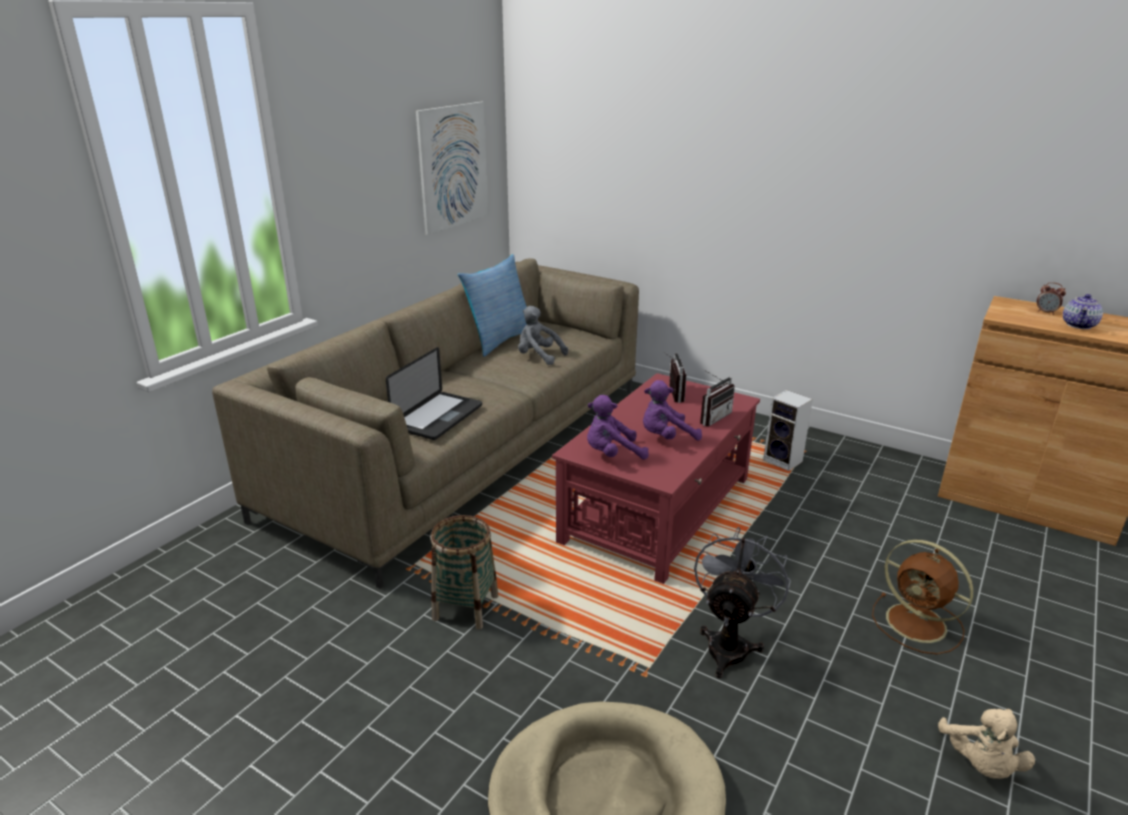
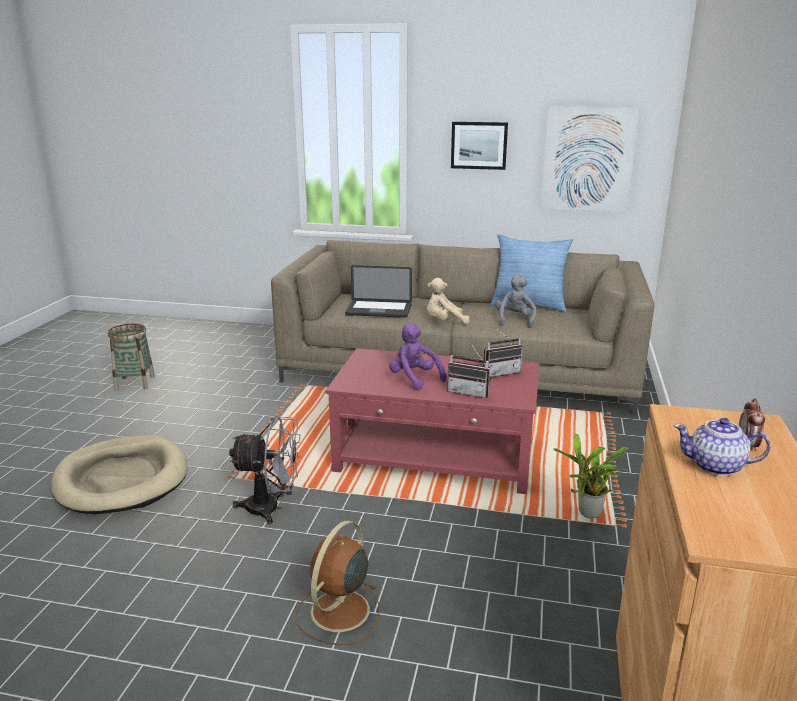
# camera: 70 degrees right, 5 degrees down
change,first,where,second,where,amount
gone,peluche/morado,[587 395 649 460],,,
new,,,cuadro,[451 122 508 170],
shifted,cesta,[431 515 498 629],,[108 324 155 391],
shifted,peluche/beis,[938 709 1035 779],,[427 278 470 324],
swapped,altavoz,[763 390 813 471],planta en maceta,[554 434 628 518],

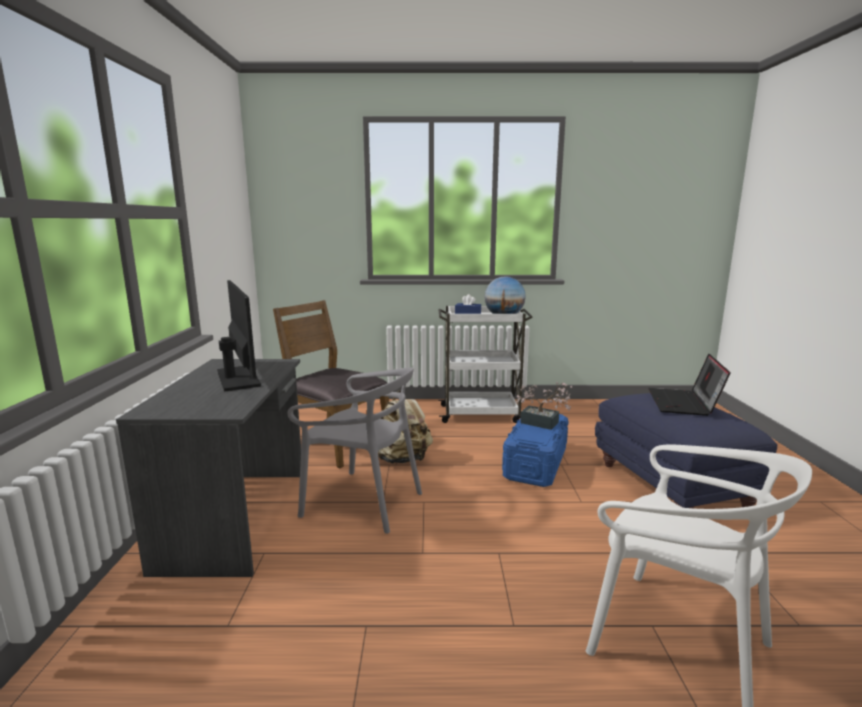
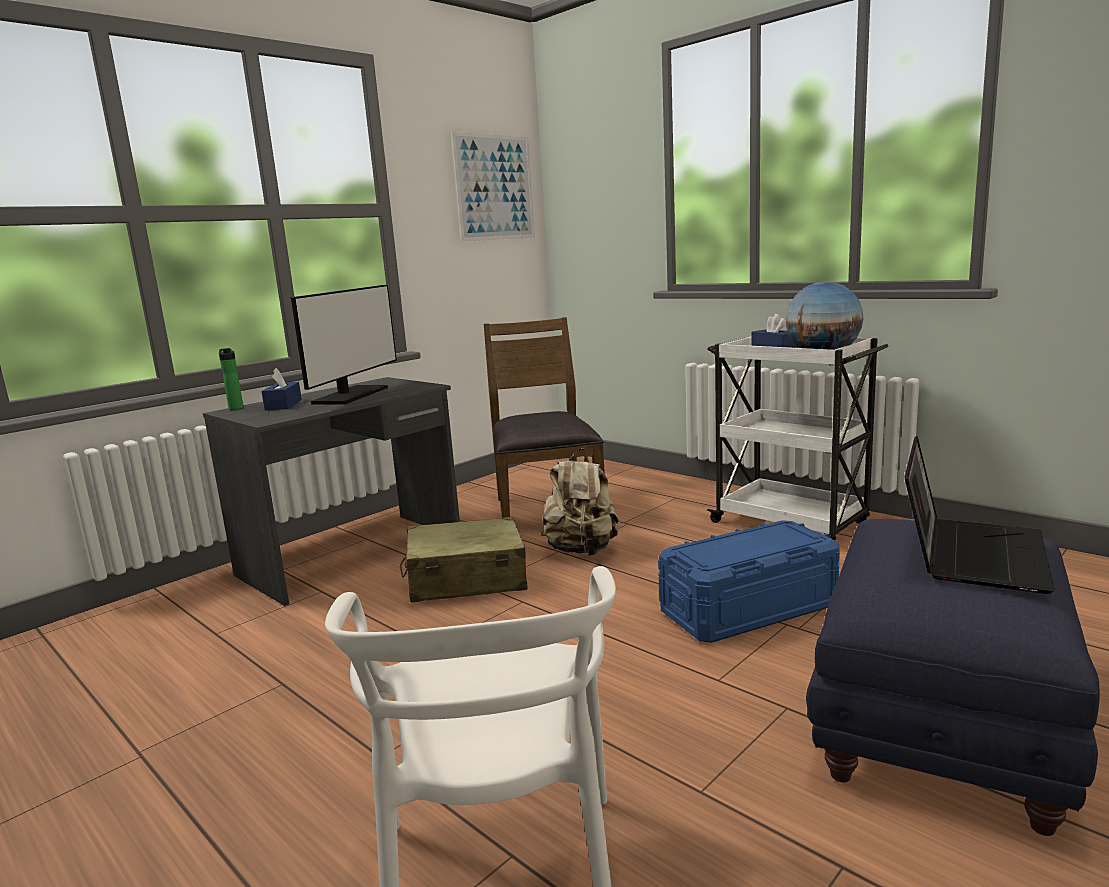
# camera: 45 degrees right, 0 degrees up
change,first,where,second,where,amount
gone,planta en maceta,[515 382 572 430],,,
new,,,botella,[219 348 244 410],
new,,,caja de pañuelos/azul,[262 368 302 410],
new,,,cuadro,[451 132 535 241],
swapped,silla/gris,[287 367 422 534],maleta/beis,[400 517 528 602],
rotated,portátil,[648 354 731 416],,[905 436 1055 594],150 degrees clockwise

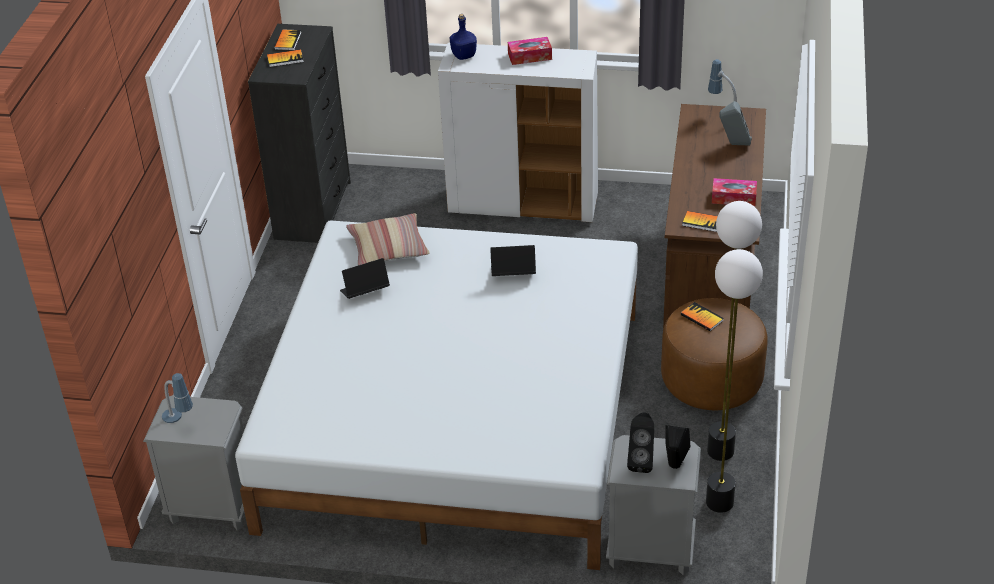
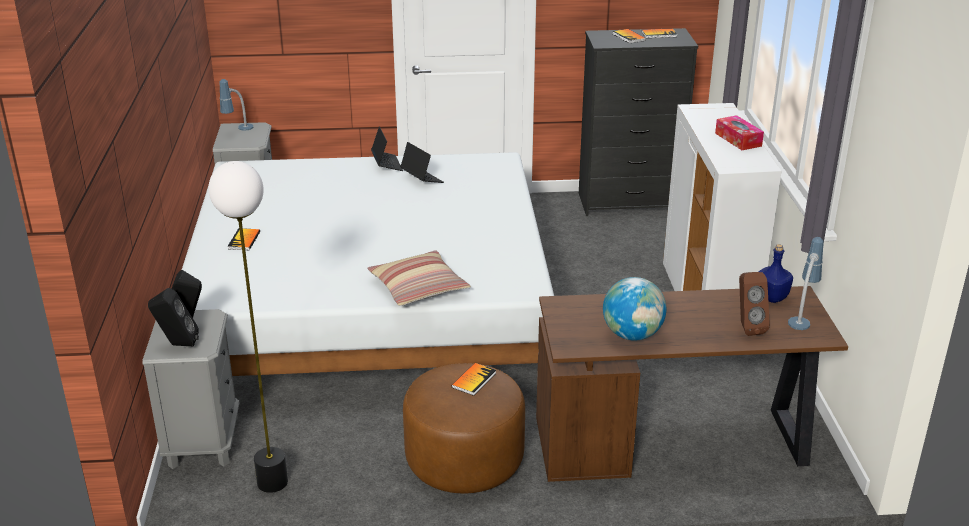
# camera: 75 degrees right, 10 degrees down
change,first,where,second,where,amount
gone,lámpara de pie,[707 201 762 461],,,
shifted,cojín,[346 213 429 265],,[367 250 471 306],
shifted,botella/azul,[450 14 477 60],,[758 244 793 303],
shifted,portátil,[490 245 536 276],,[371 127 403 171],
shifted,libro,[682 211 718 232],,[227 228 260 250],
swapped,caja de pañuelos,[712 178 757 206],globo terráqueo,[603 277 666 340],
repainted,altavoz/gris,[719 101 752 145],altavoz/marrón,[739 272 770 336],

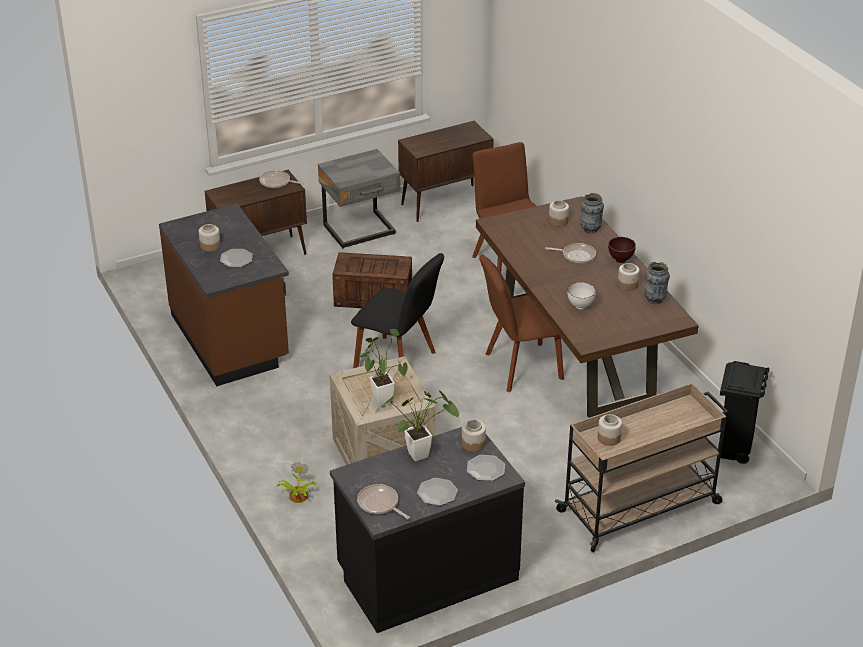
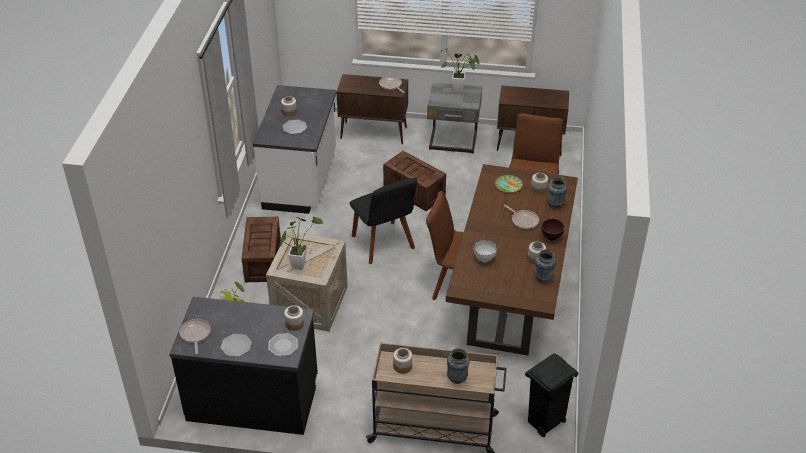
# camera: 35 degrees right, 5 degrees up
change,first,where,second,where,amount
new,,,caja de embalaje,[242 217 281 282],
new,,,florero,[447 348 470 384],
new,,,plato,[495 175 523 193],
shifted,planta en maceta,[382 391 459 462],,[441 49 480 92],
repainted,mueble bajo de cocina/marrón,[159 204 289 386],mueble bajo de cocina/blanco,[253 85 337 214],

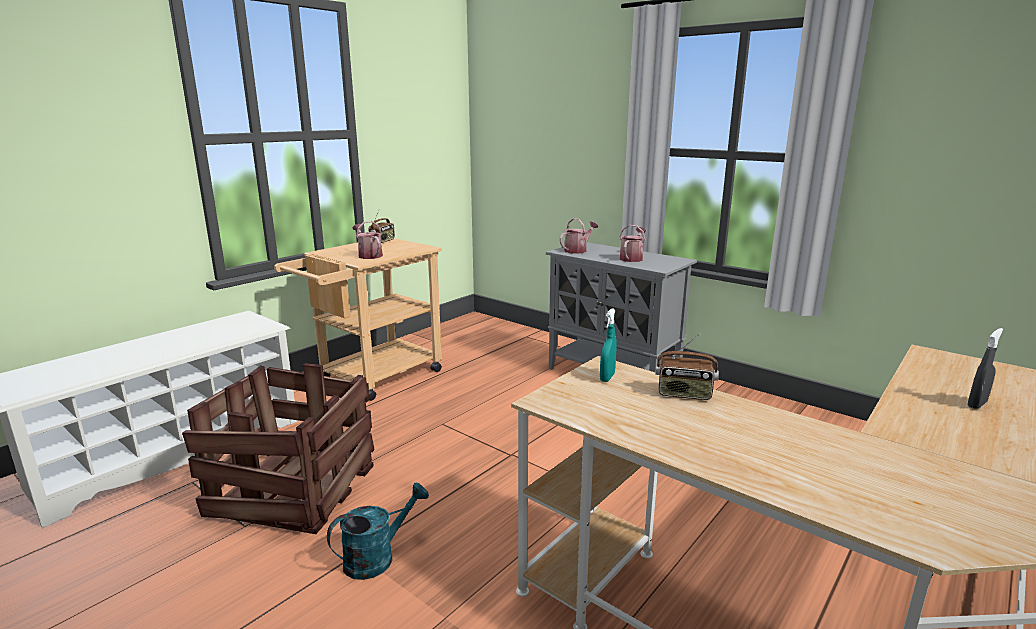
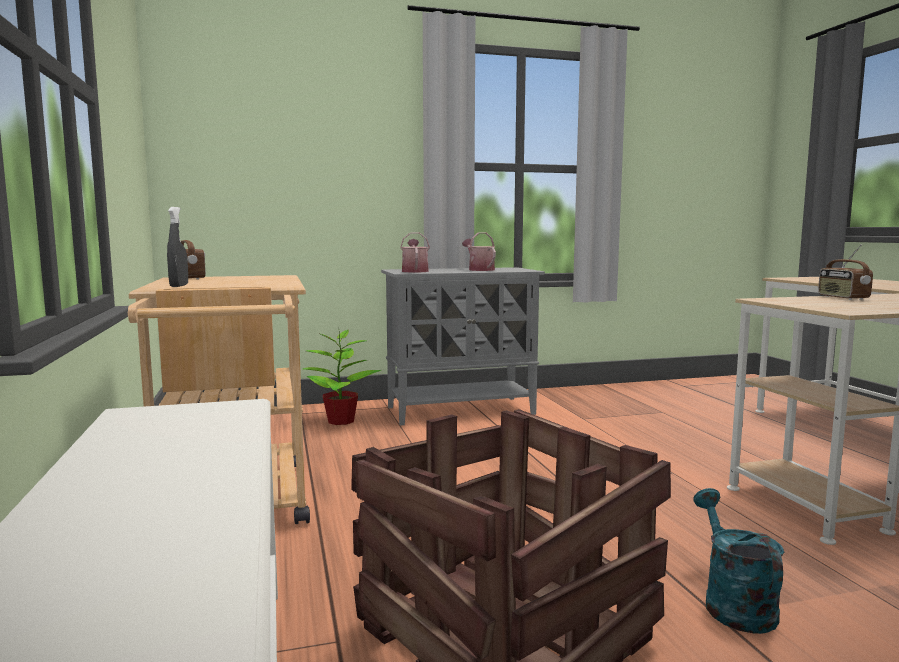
# camera: 55 degrees left, 10 degrees down
change,first,where,second,where,amount
gone,regadera,[352 221 383 259],,,
gone,pulverizador/turquesa,[600 308 616 382],,,
new,,,planta en maceta,[303 330 381 425],
shifted,pulverizador/gris,[968 328 1003 409],,[167 207 188 287],
rotated,radio,[655 334 719 400],,[818 245 873 300],120 degrees clockwise

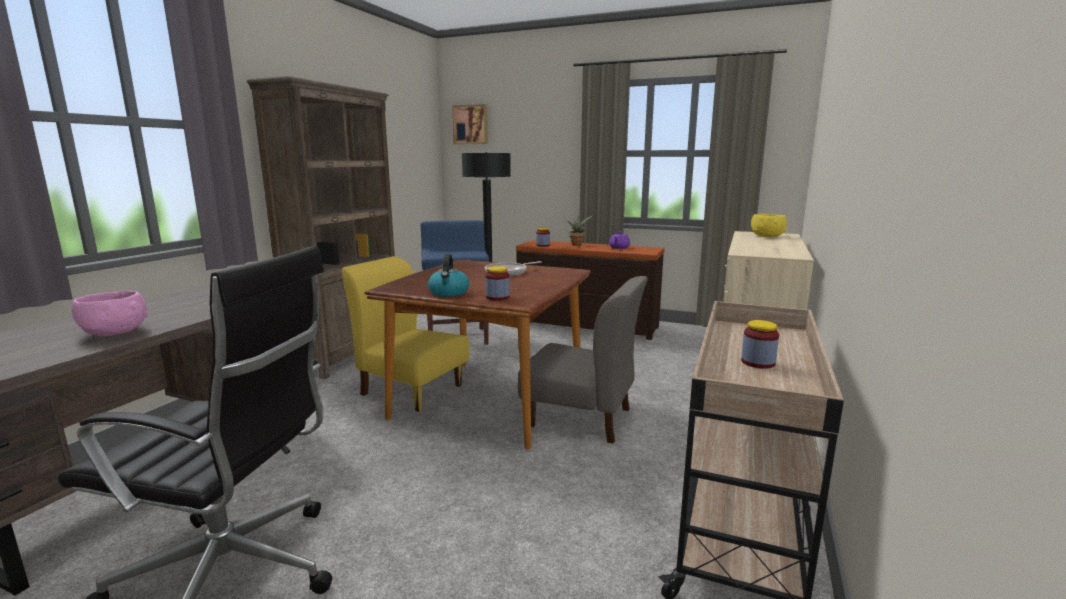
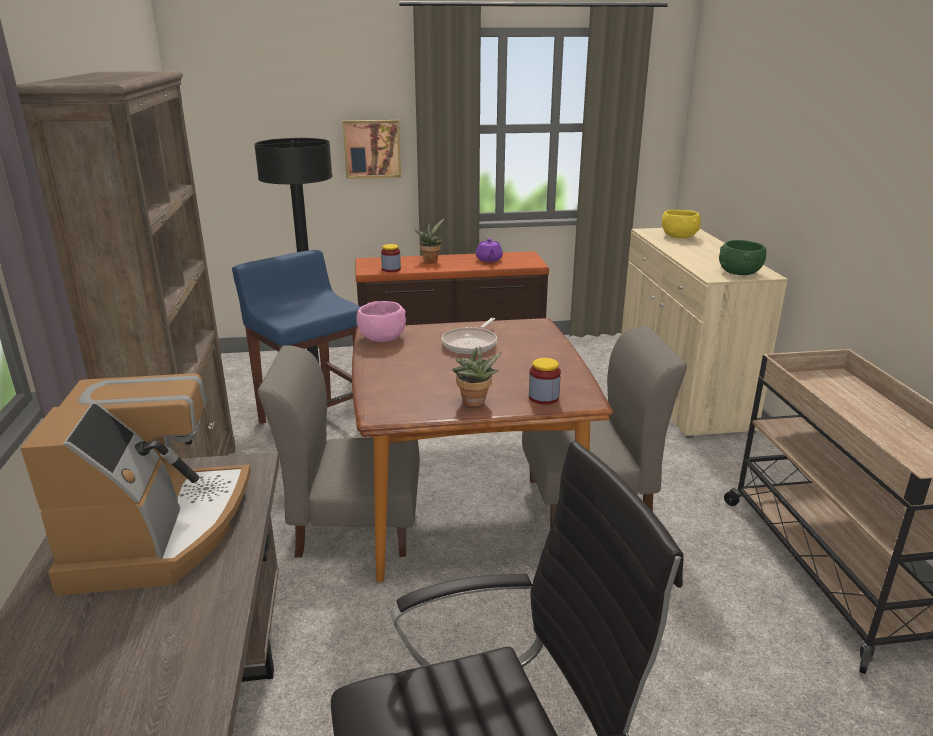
# camera: 30 degrees left, 10 degrees up
change,first,where,second,where,amount
gone,tarro,[741 320 779 369],,,
new,,,cafetera,[20 373 251 596],
new,,,cuenco/verde,[719 240 766 275],
shifted,cuenco/rosa,[72 290 148 336],,[356 301 406 342],
shifted,cuadro,[452 104 488 144],,[343 120 401 179],
swapped,hervidor,[428 254 469 297],planta en maceta,[452 347 502 407],
repainted,silla/amarillo,[342 256 470 412],silla/gris,[258 345 420 558],

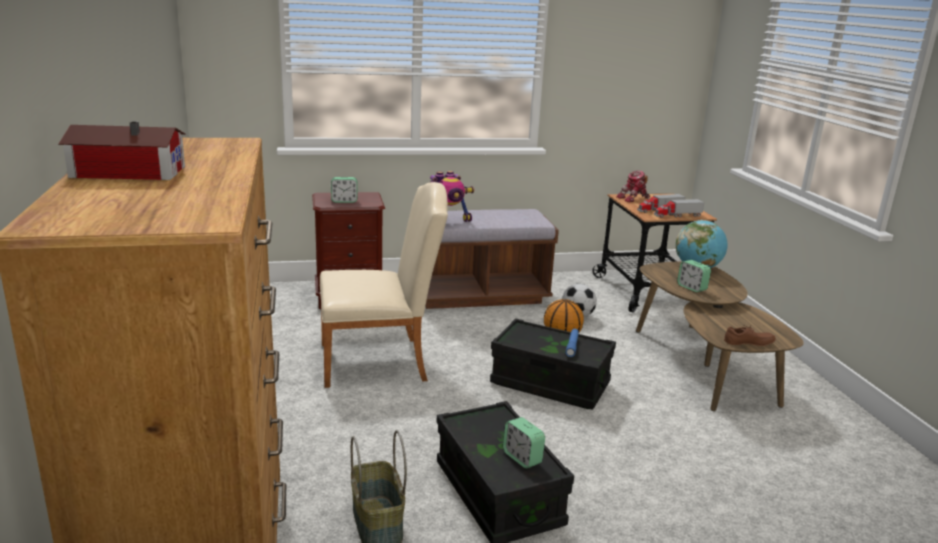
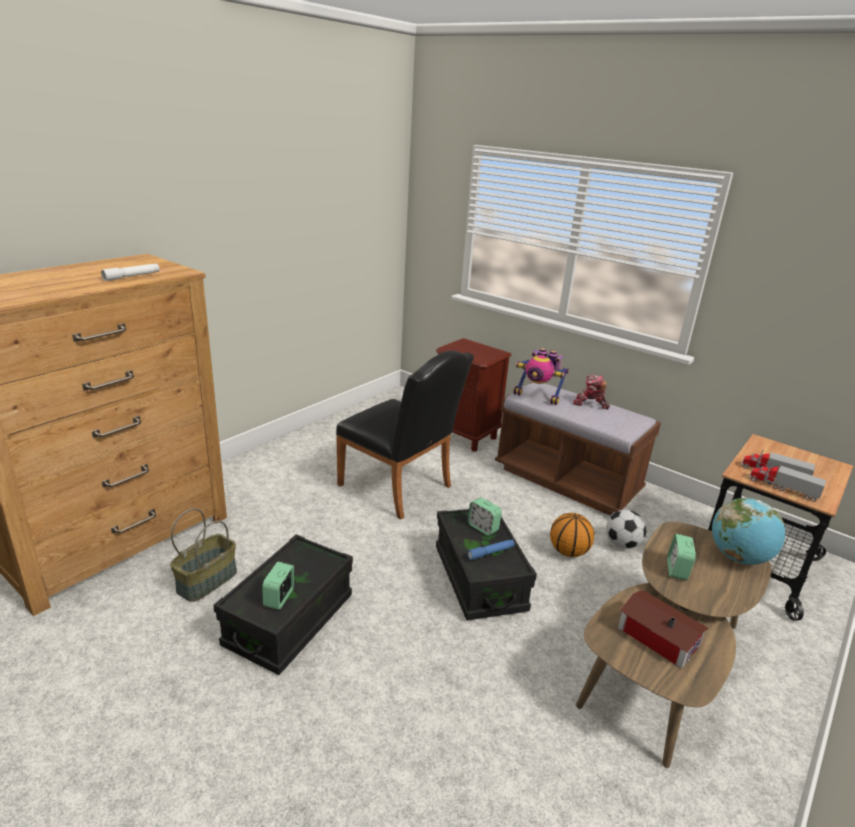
# camera: 50 degrees right, 5 degrees up
change,first,where,second,where,amount
gone,zapato/marrón,[724 325 776 346],,,
new,,,linterna/blanco,[101 264 160 281],
shifted,casita,[58 121 185 180],,[618 590 709 669],
shifted,despertador,[331 177 358 203],,[468 497 502 536],
shifted,robot de juguete,[616 171 650 202],,[573 375 610 410],
repainted,silla/beis,[320 182 448 388],silla/negro,[336 350 474 519],

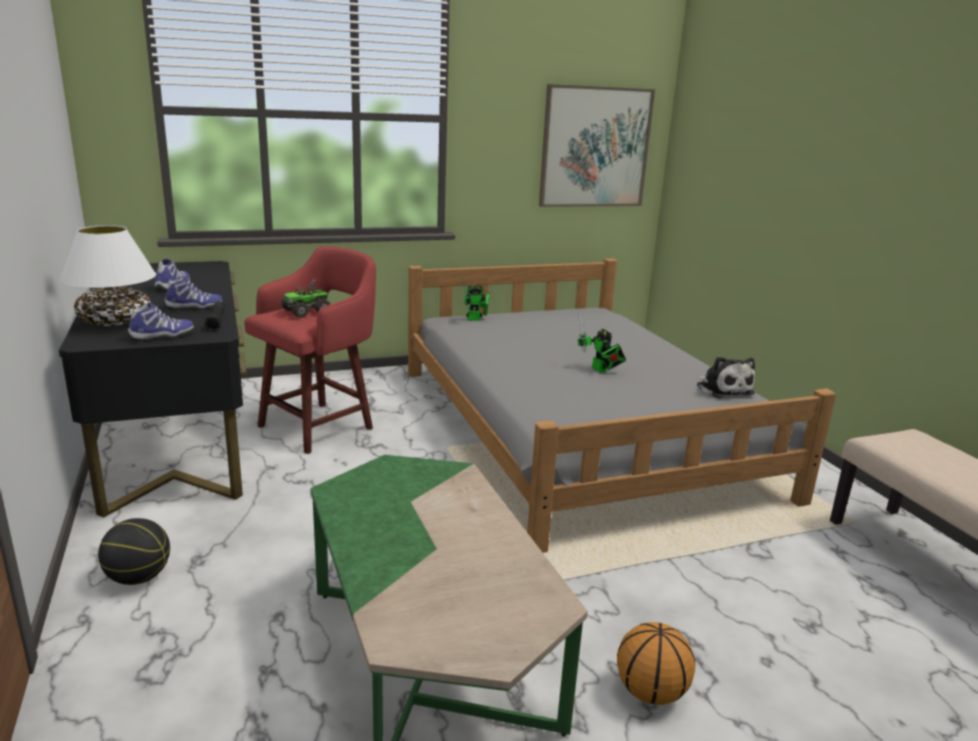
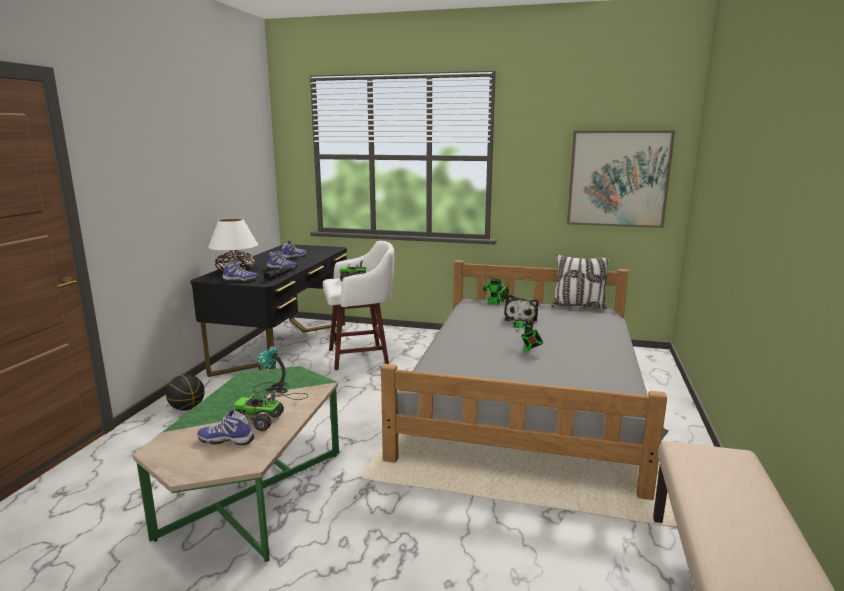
# camera: 35 degrees right, 5 degrees down
change,first,where,second,where,amount
gone,balón de baloncesto,[617 622 695 705],,,
new,,,zapato,[198 410 254 445],
new,,,camión de juguete,[234 390 284 432],
new,,,lámpara de mesa,[253 346 308 400],
new,,,cojín,[552 254 610 309],
shifted,peluche,[697 357 755 399],,[504 294 539 322],
repainted,taburete/rojo,[244 246 376 454],taburete/blanco,[323 241 394 370],

